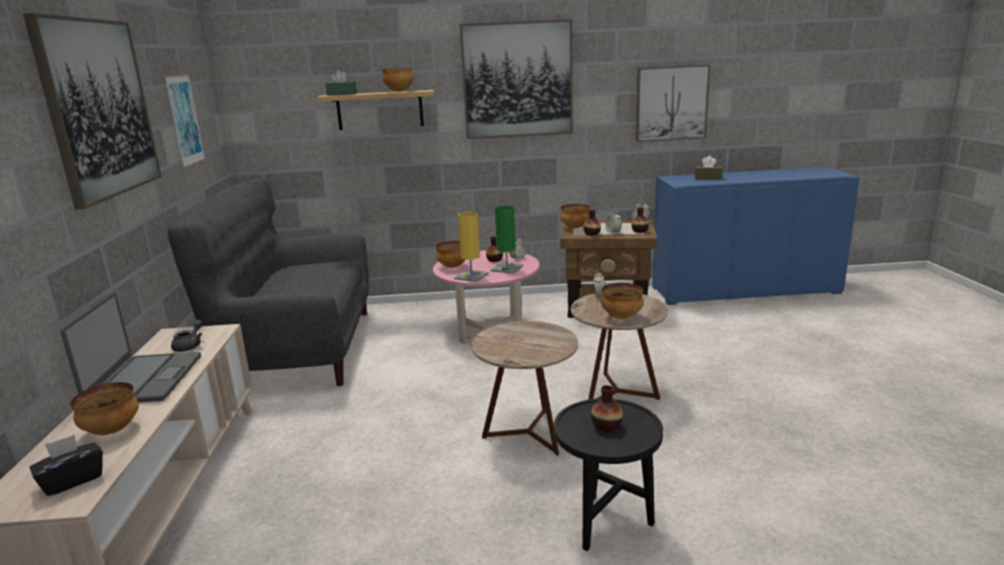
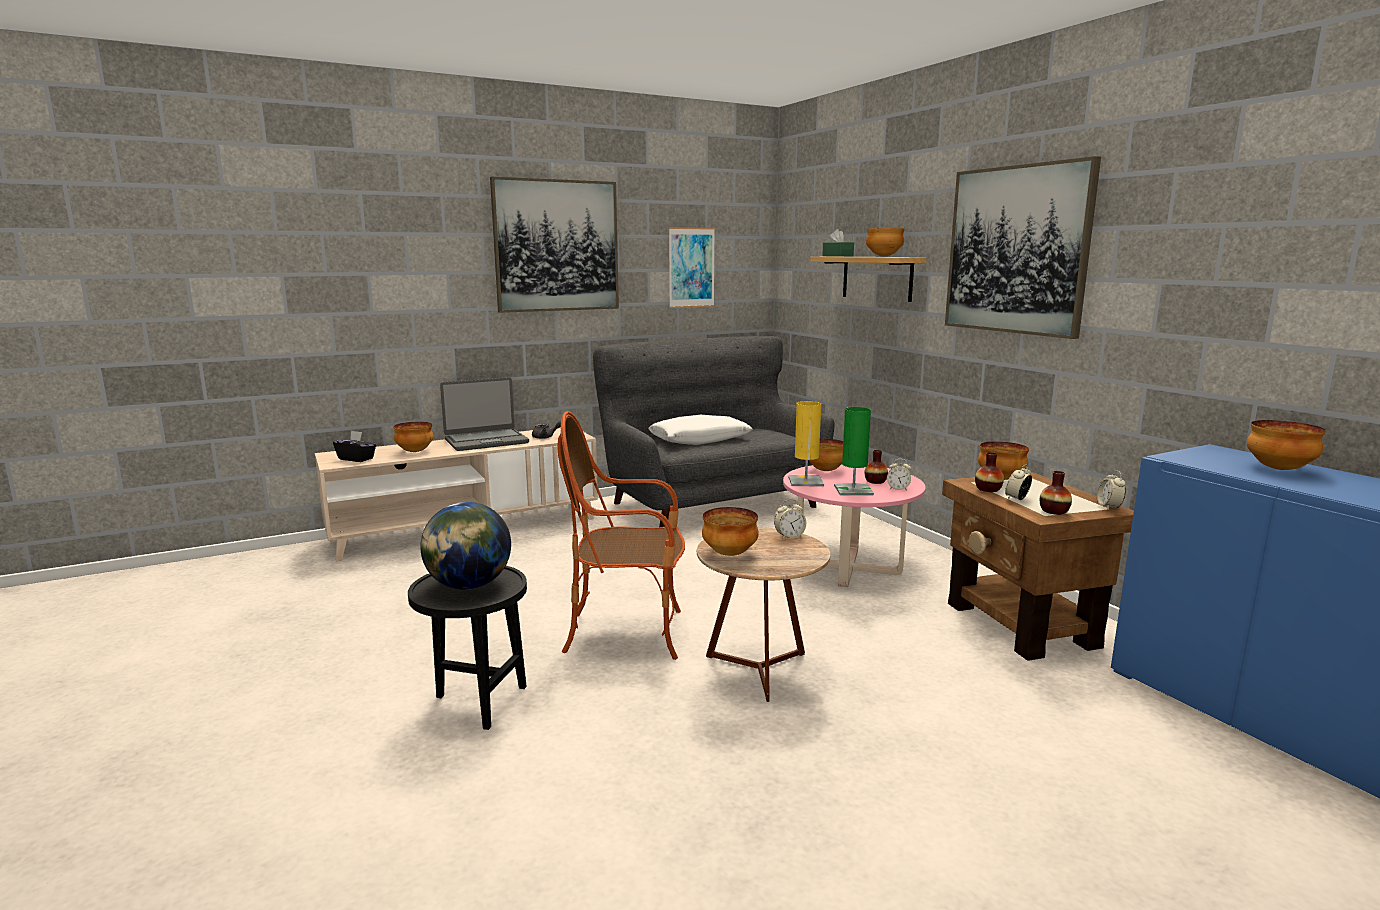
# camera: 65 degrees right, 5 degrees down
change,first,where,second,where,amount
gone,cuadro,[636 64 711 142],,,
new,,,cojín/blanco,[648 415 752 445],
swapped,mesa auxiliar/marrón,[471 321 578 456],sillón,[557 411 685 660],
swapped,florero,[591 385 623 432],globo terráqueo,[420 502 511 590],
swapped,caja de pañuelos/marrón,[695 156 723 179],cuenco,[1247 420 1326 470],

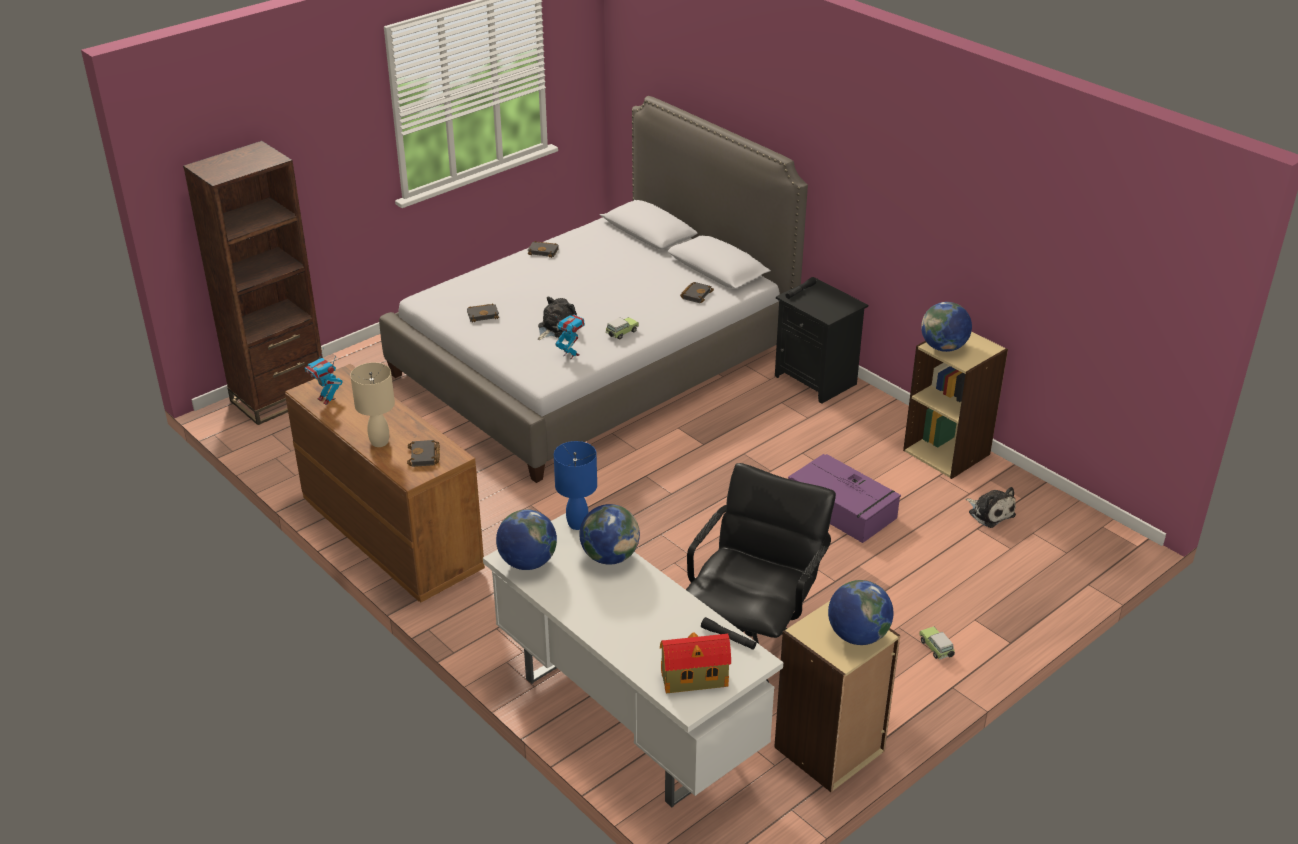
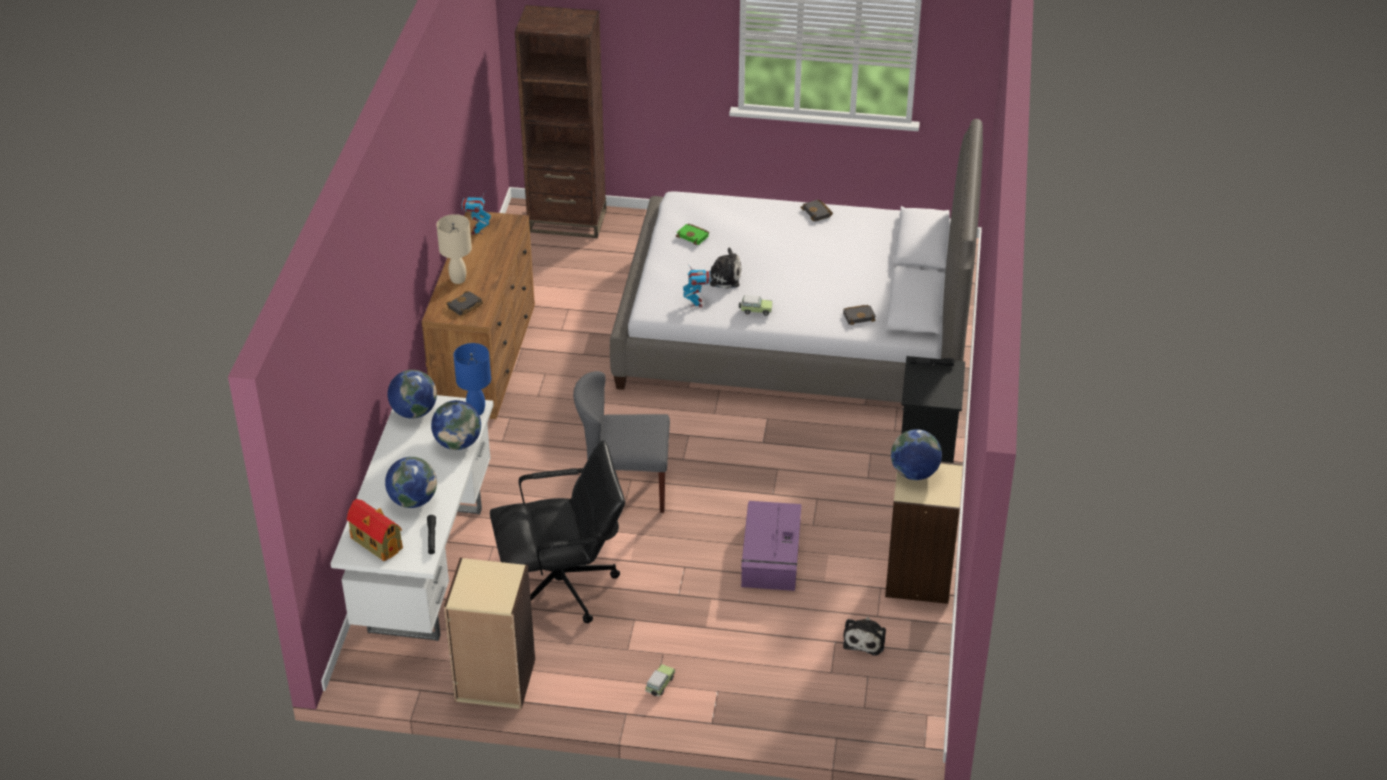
# camera: 50 degrees right, 5 degrees up
change,first,where,second,where,amount
new,,,silla/gris,[573 371 670 513],
shifted,globo terráqueo,[828 580 893 645],,[385 457 437 508],
repainted,libro/negro,[467 303 499 323],libro/verde,[676 224 709 245],

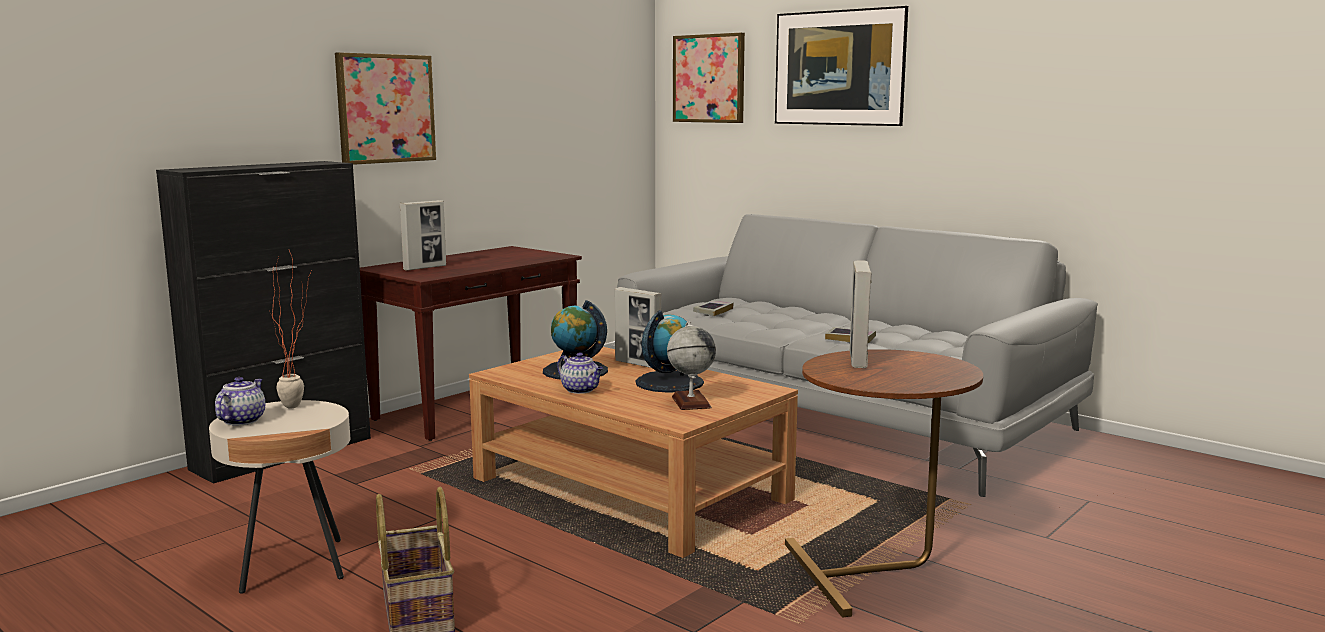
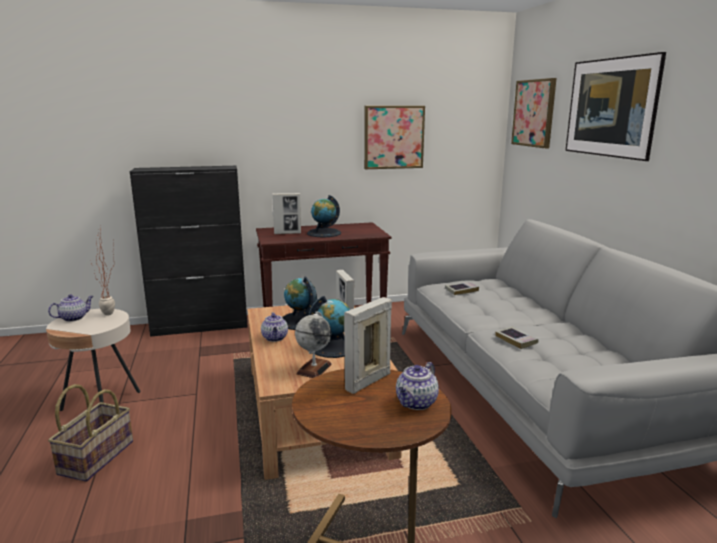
# camera: 35 degrees right, 5 degrees up
change,first,where,second,where,amount
new,,,globo terráqueo,[307 195 341 237],
new,,,tetera,[396 362 439 410],
shifted,cuadro,[335 52 436 165],,[364 106 425 169],

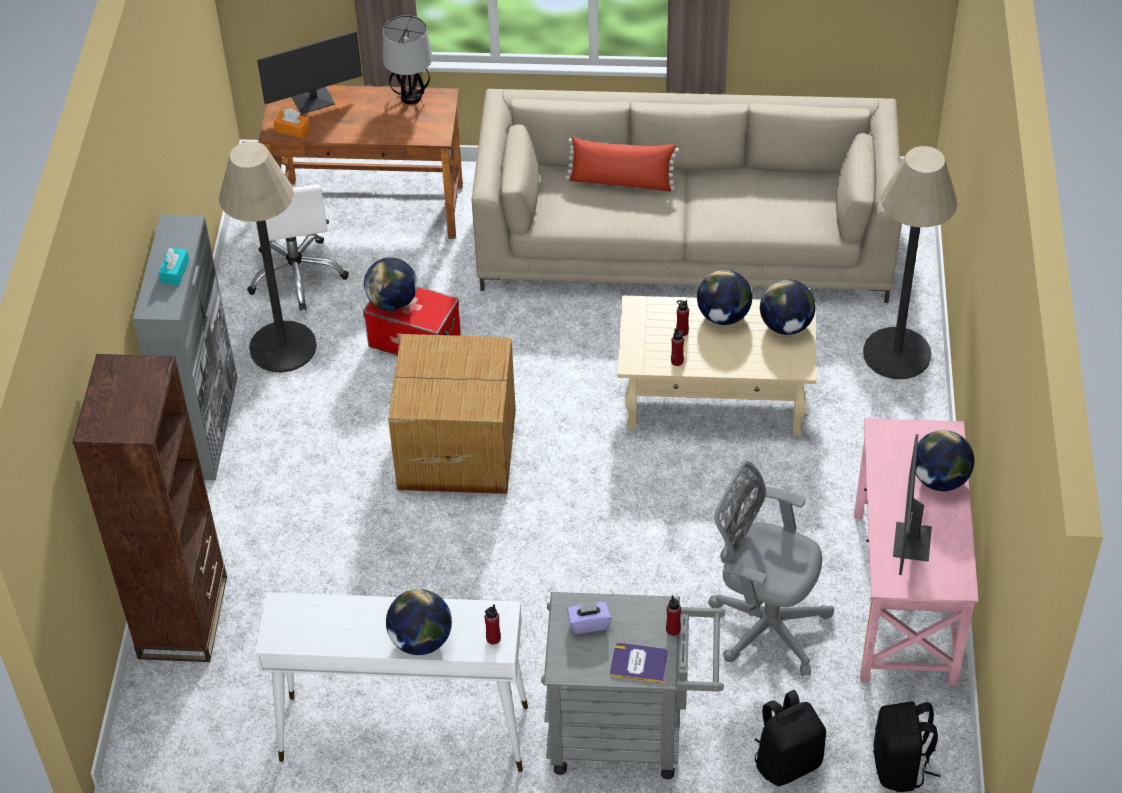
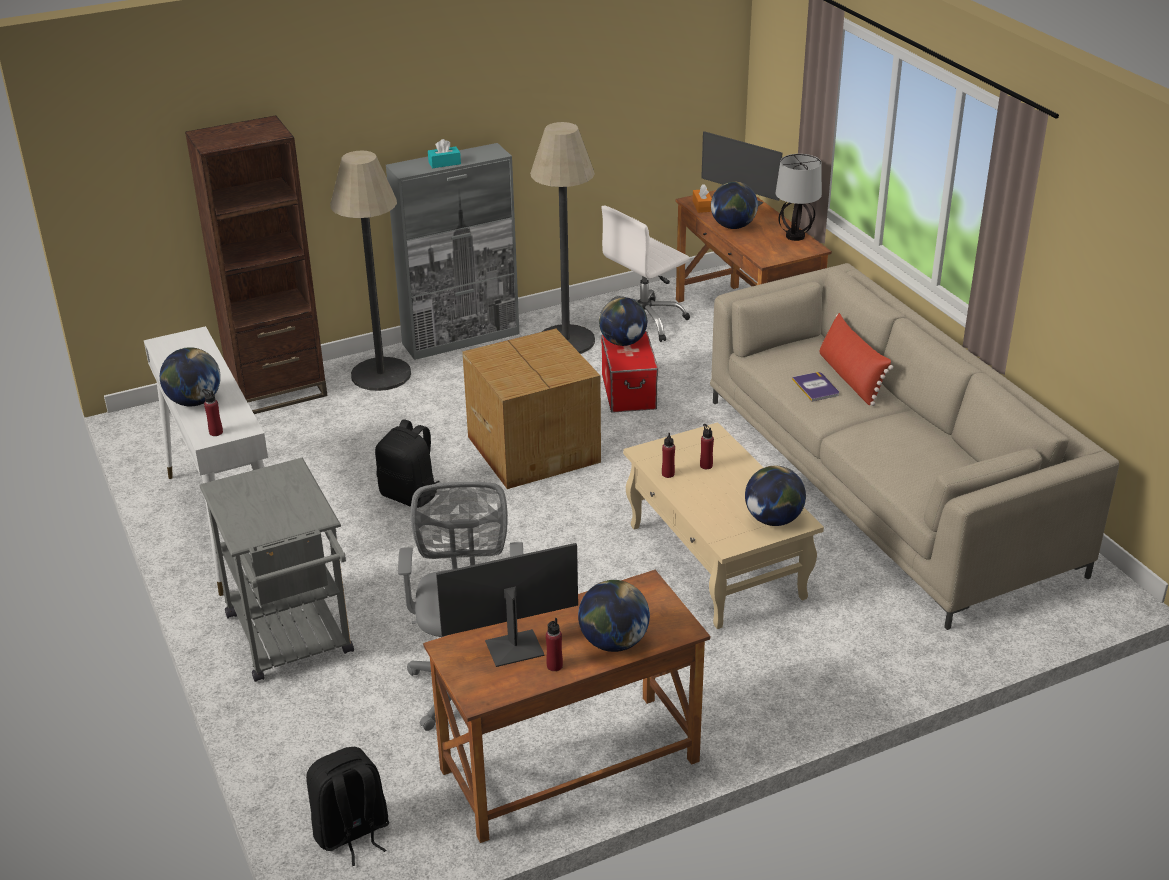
# camera: 60 degrees right, 15 degrees down
change,first,where,second,where,amount
gone,caja de pañuelos/morado,[567 601 611 634],,,
shifted,libro,[609 643 668 683],,[792 372 839 401],
shifted,botella/rojo,[666 595 681 636],,[546 618 563 671],
shifted,globo terráqueo,[697 270 752 325],,[711 182 758 229],
shifted,mochila/negro,[754 690 826 786],,[375 419 440 507],
shifted,lámpara de pie,[863 146 957 379],,[330 151 411 391],
repainted,escritorio/rosa,[854 418 979 686],escritorio/marrón,[423 570 710 843],

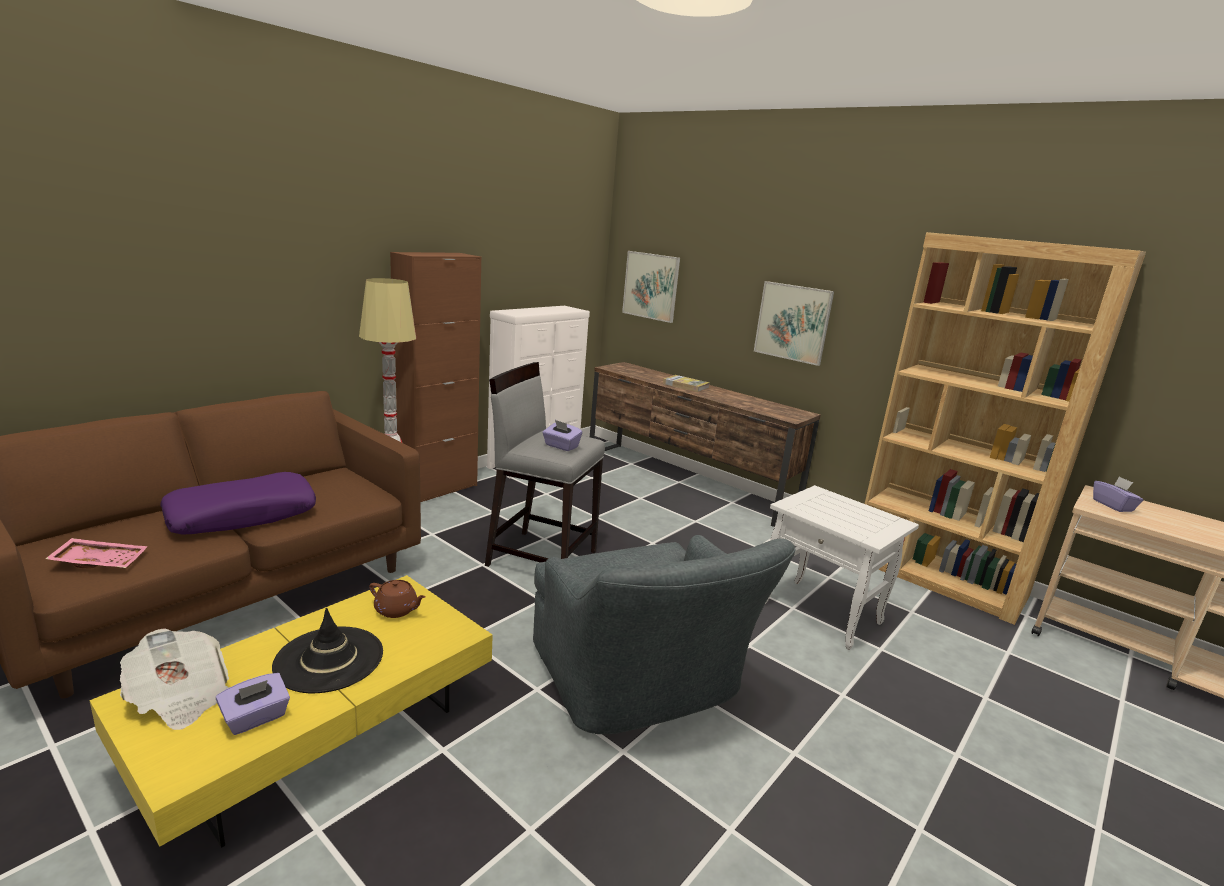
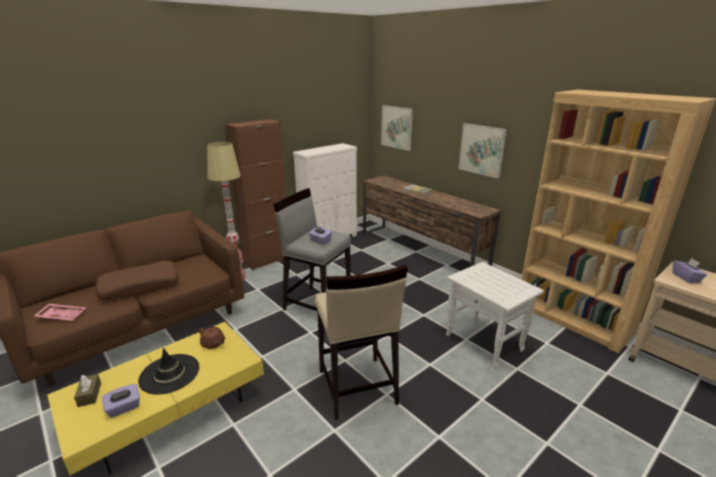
# camera: 10 degrees right, 5 degrees up
change,first,where,second,where,amount
swapped,periódico,[120 628 229 730],caja de pañuelos/marrón,[74 374 101 407],
swapped,sillón/gris,[533 535 796 734],taburete/beis,[315 265 408 420],
repainted,cojín/morado,[160 472 316 535],cojín/marrón,[96 261 179 300],

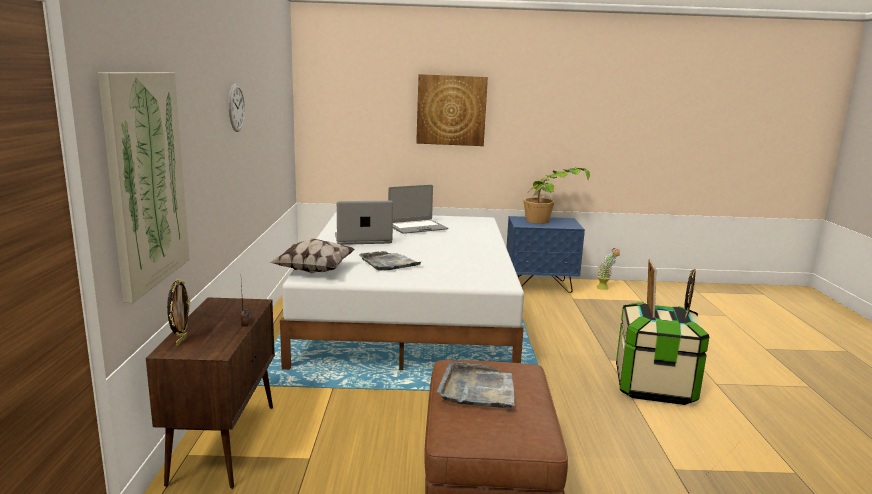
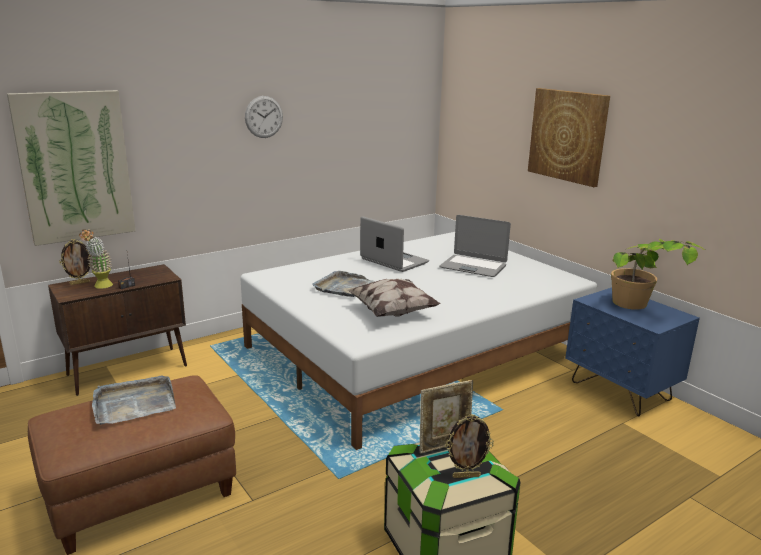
# camera: 55 degrees right, 5 degrees up
change,first,where,second,where,amount
shifted,cojín,[269 239 355 273],,[347 278 441 317],
shifted,planta en maceta,[596 248 620 290],,[79 230 113 289],

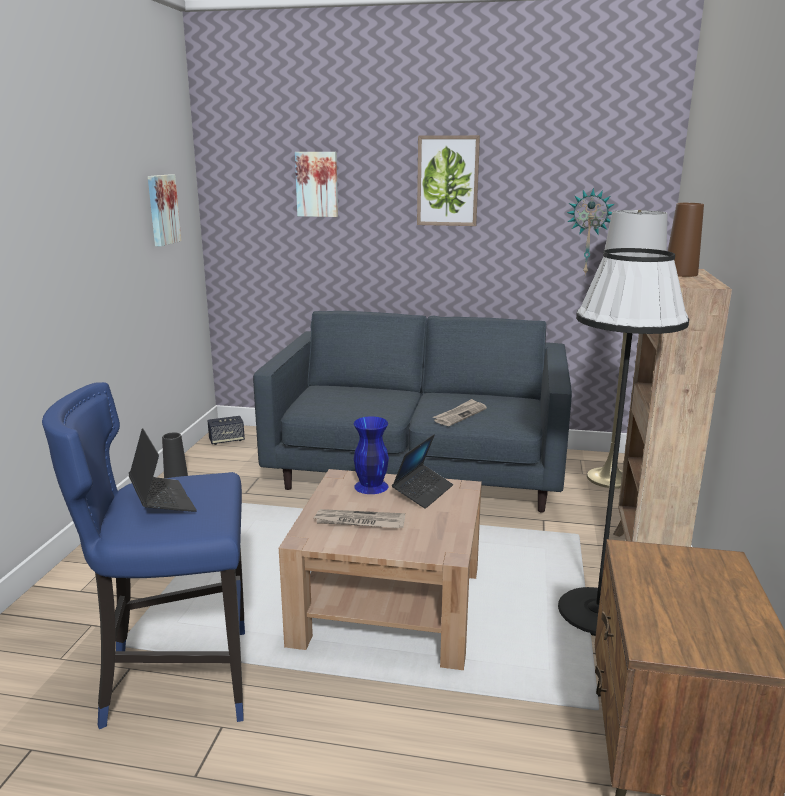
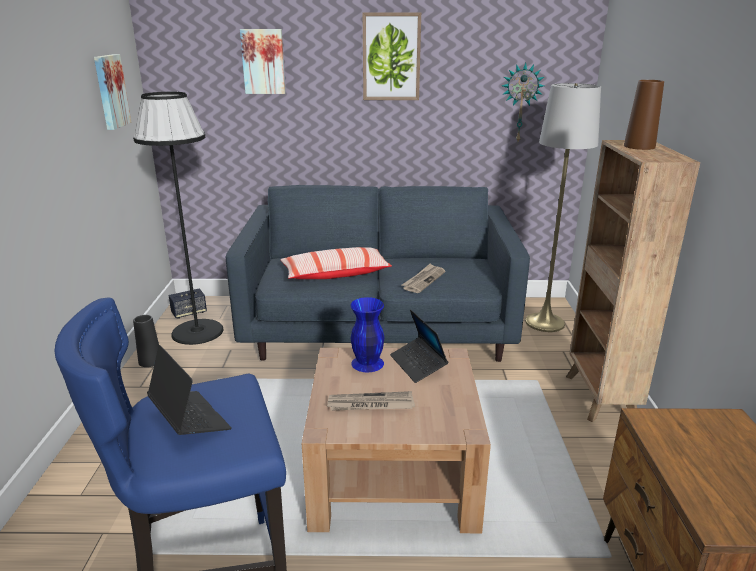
# camera: 10 degrees left, 5 degrees up
change,first,where,second,where,amount
new,,,cojín,[280 247 392 279],
shifted,lámpara de pie/negro,[558 248 689 636],,[133 92 224 345],
rotated,portátil,[392 434 453 509],,[390 309 448 383],135 degrees clockwise

